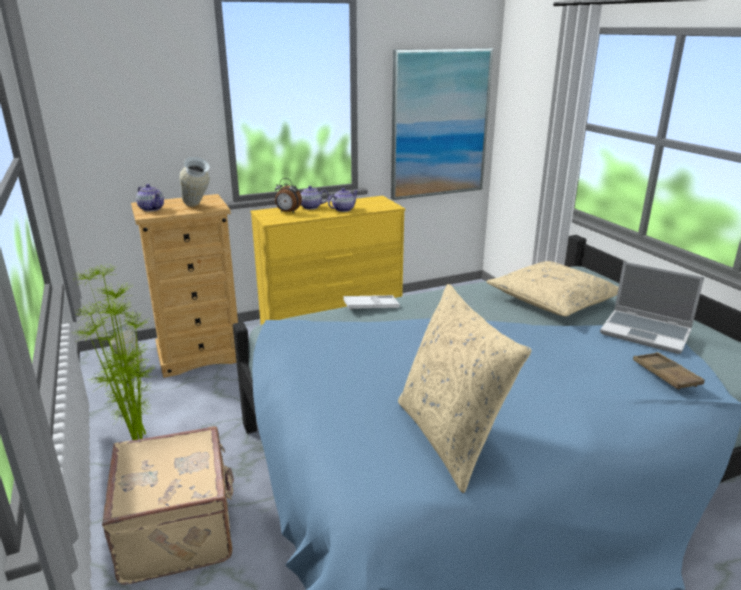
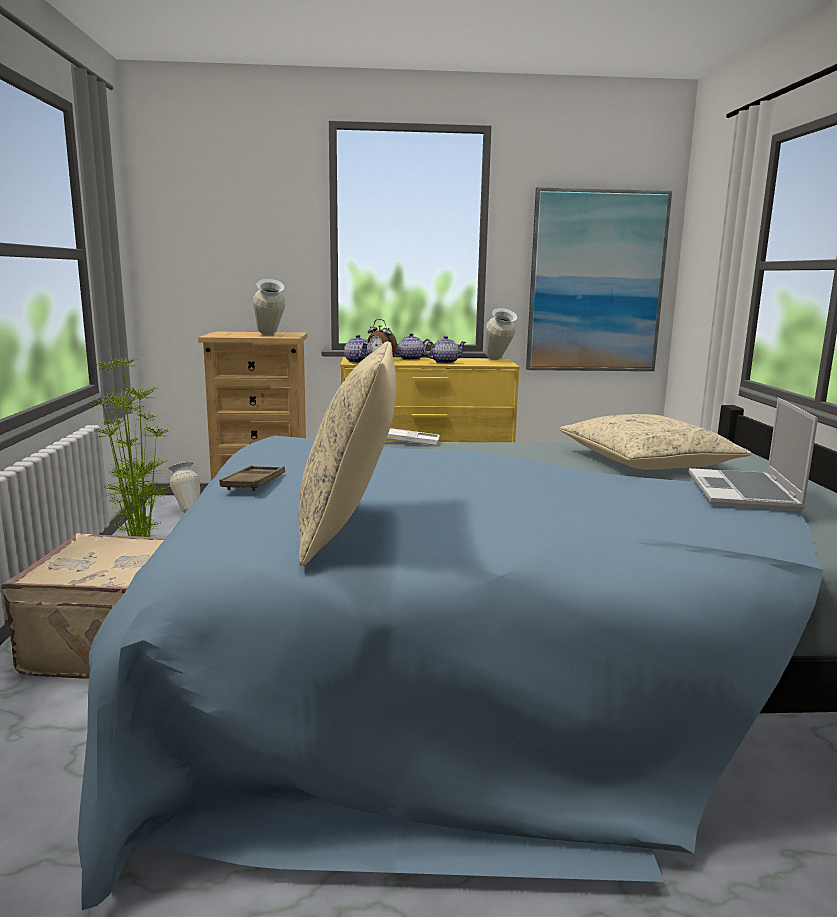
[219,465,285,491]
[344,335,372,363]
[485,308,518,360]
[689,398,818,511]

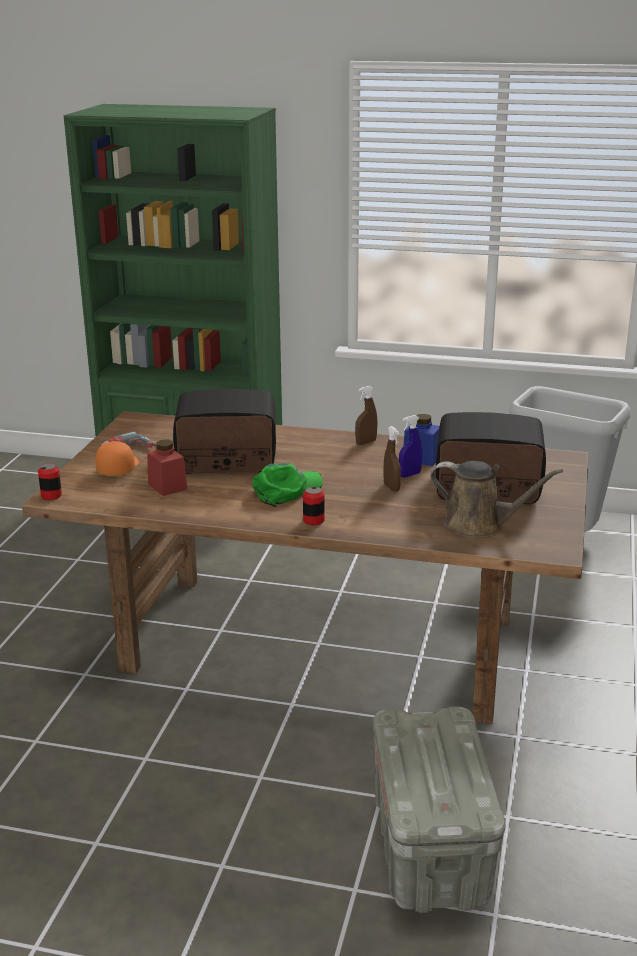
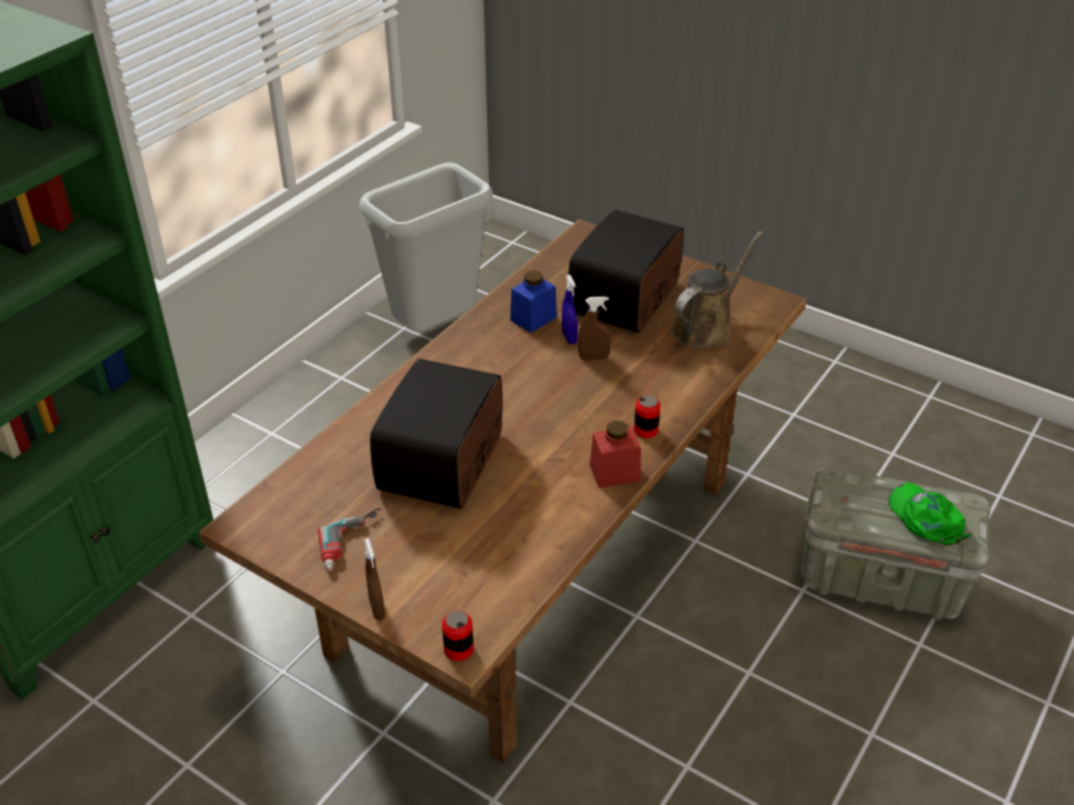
[364,538,385,620]
[590,420,641,488]
[888,482,971,545]
[96,441,139,476] (first image)

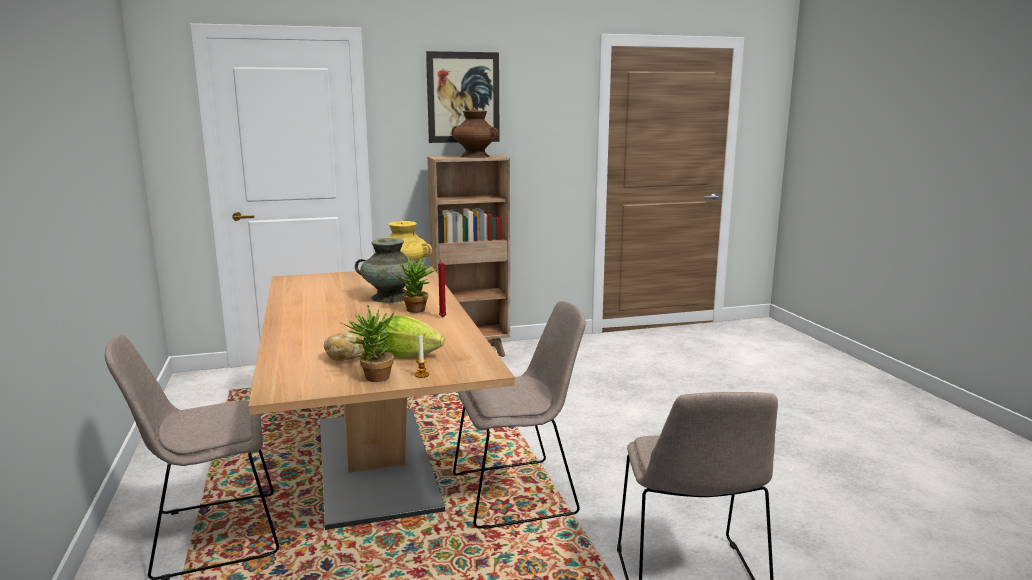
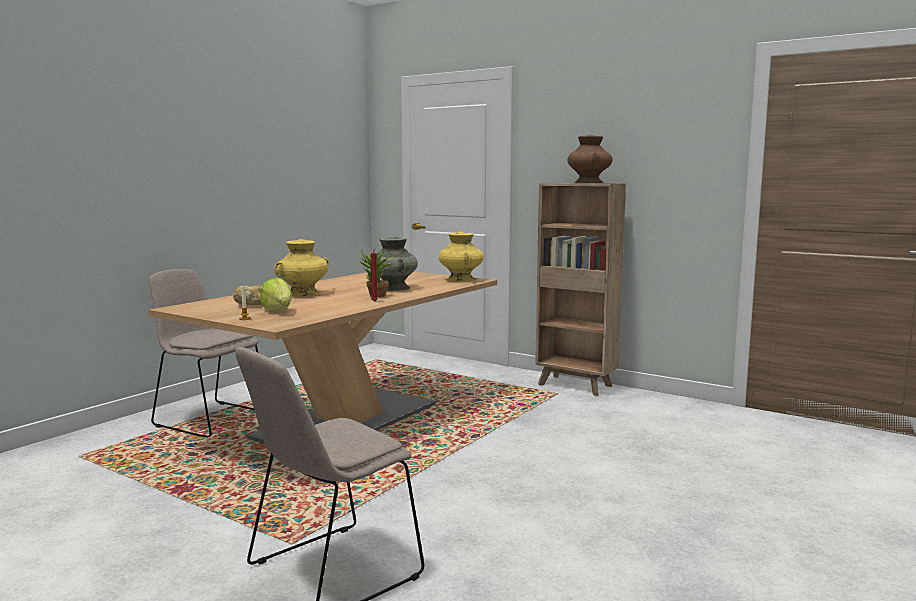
[274,239,329,297]
[340,305,394,382] (first image)
[426,51,500,143] (first image)
[453,301,586,529] (first image)

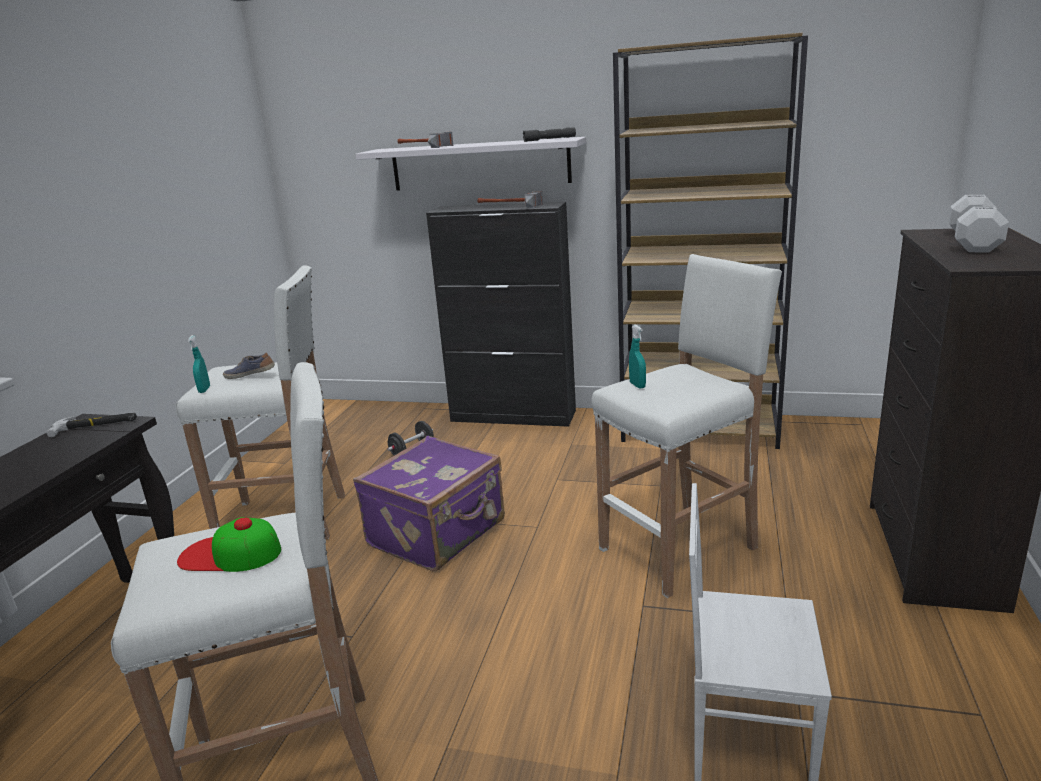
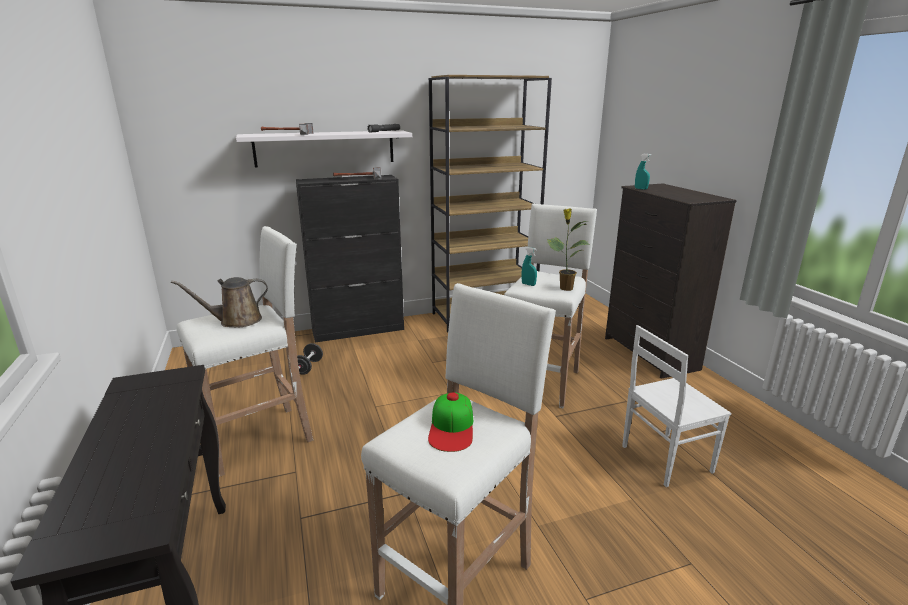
[171,277,268,327]
[428,392,473,452]
[547,208,590,291]
[635,154,651,190]
[46,412,137,437] (first image)
[353,436,505,571] (first image)
[948,194,1009,253] (first image)

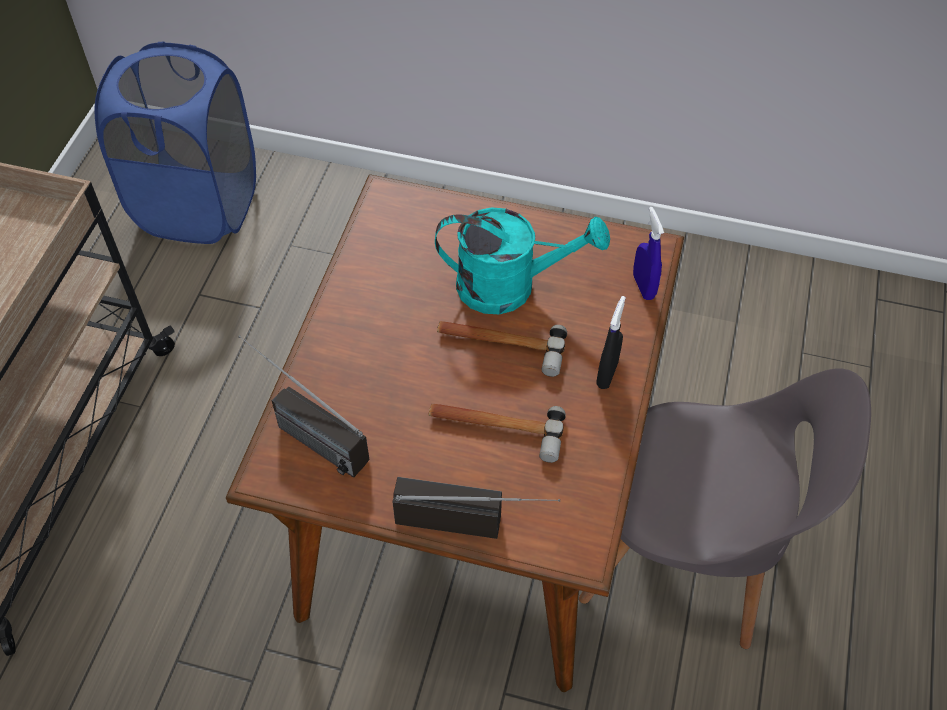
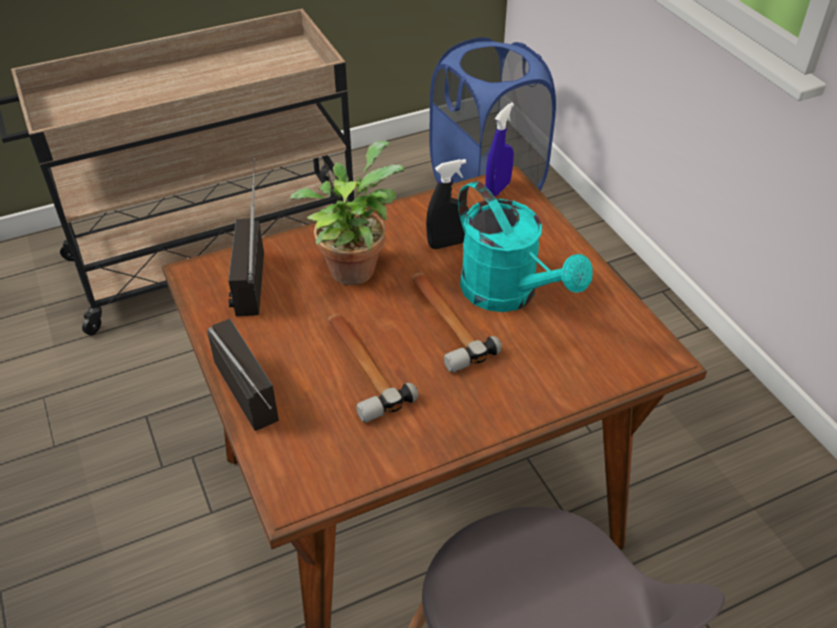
[290,141,404,285]
[426,159,469,249]
[485,102,514,196]

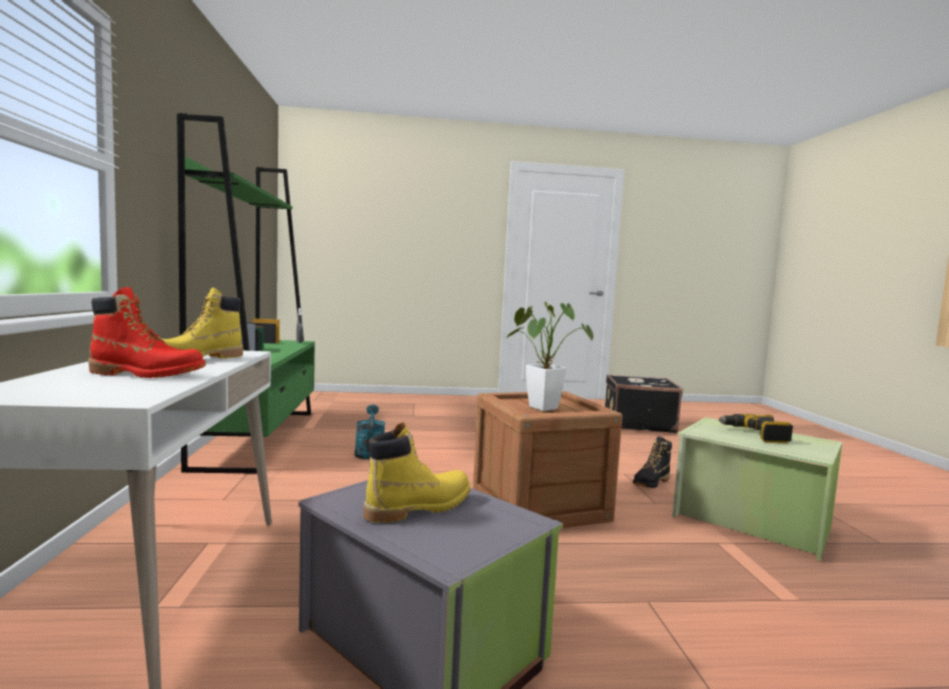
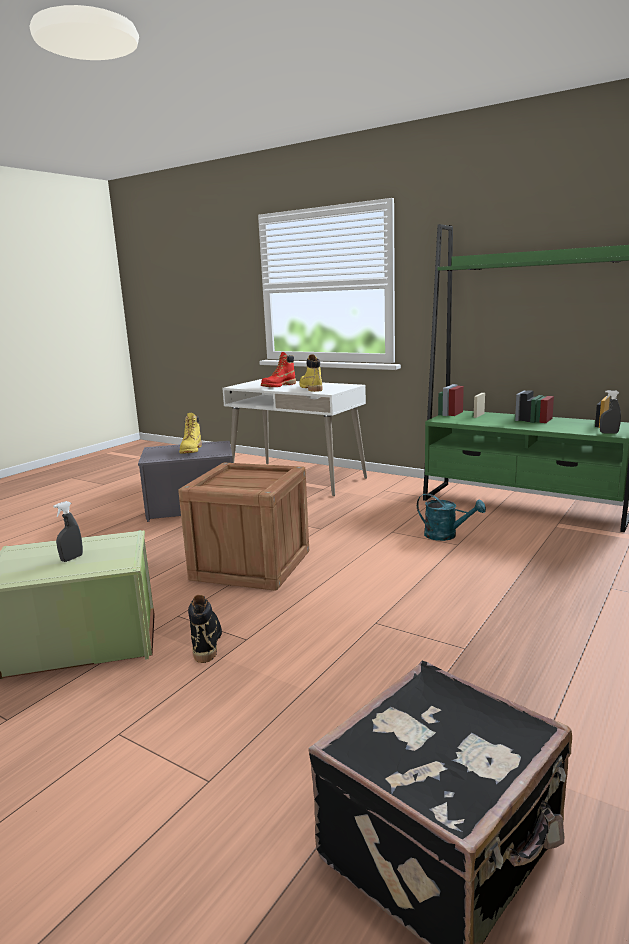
[53,501,83,562]
[507,302,594,411] (first image)

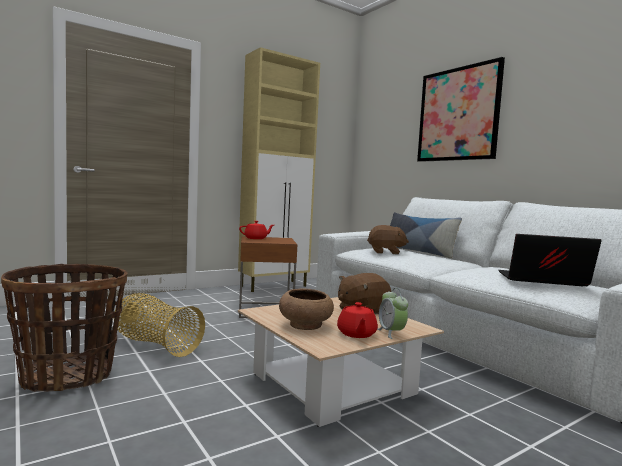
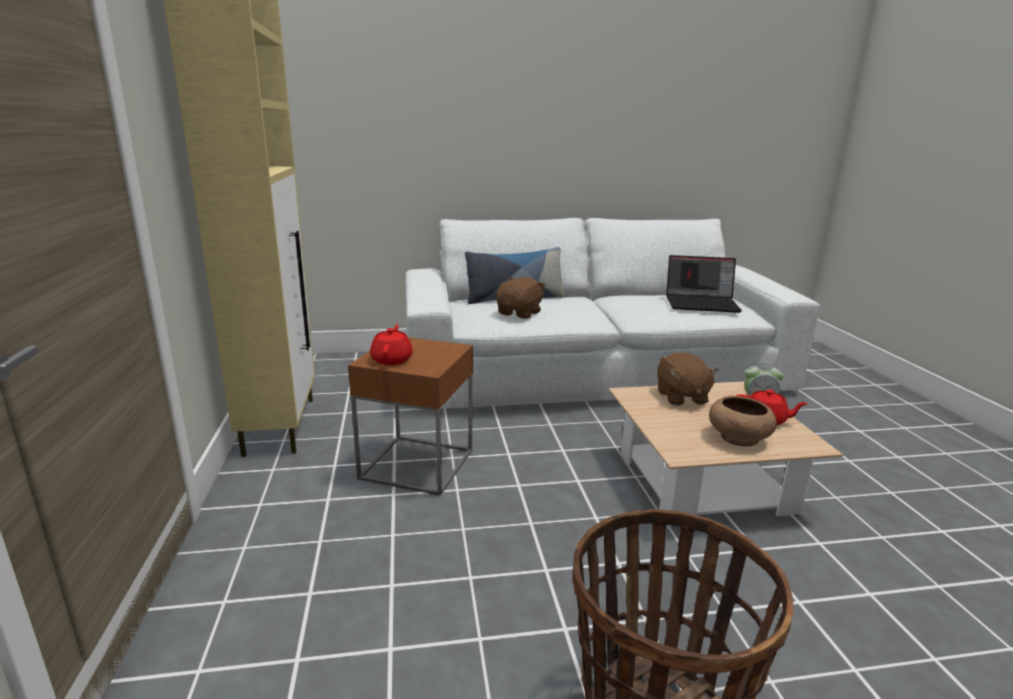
[666,255,742,313]
[114,293,205,357] (first image)
[417,57,505,162] (first image)

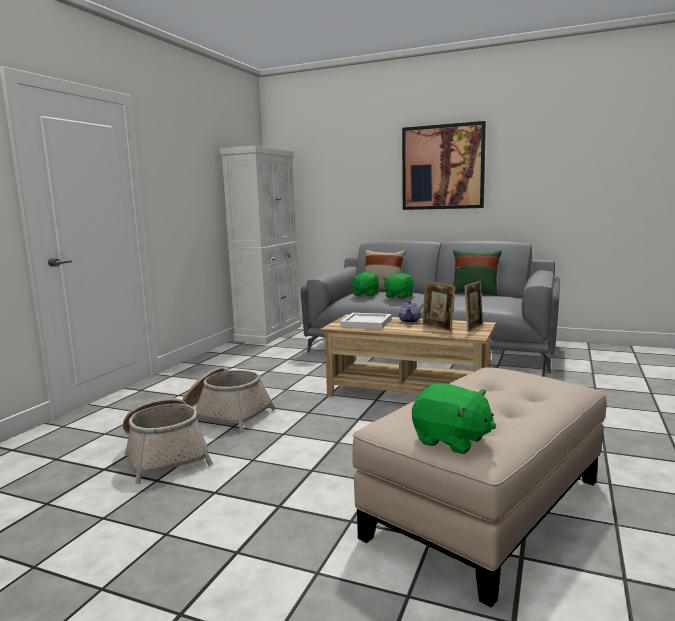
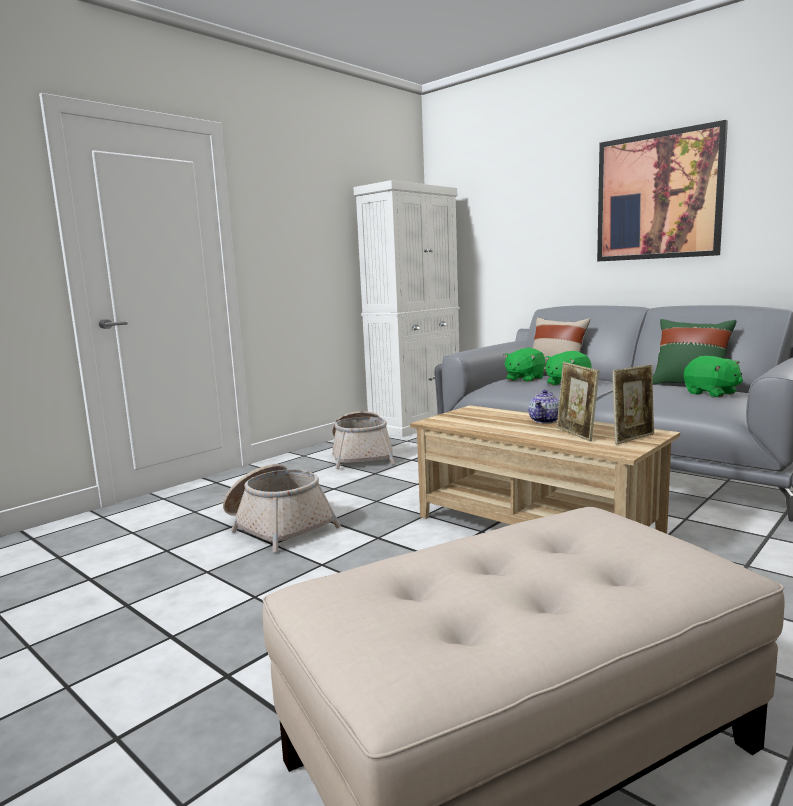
[332,411,395,470]
[684,356,743,397]
[340,313,392,329] (first image)

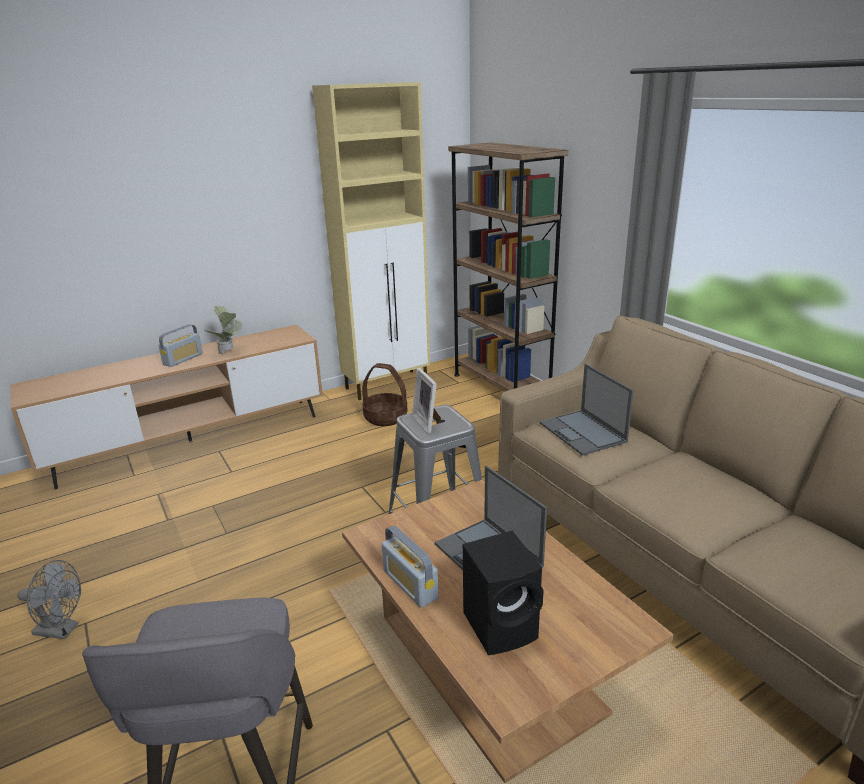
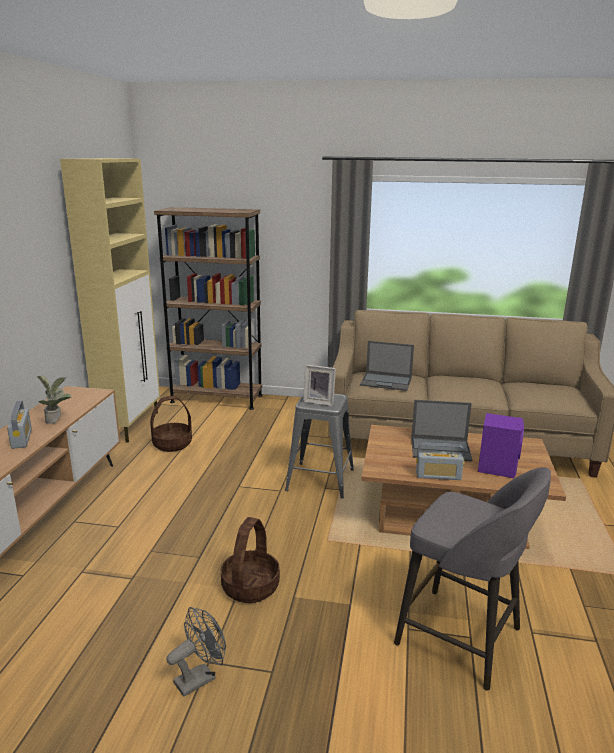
[221,517,280,603]
[478,413,524,478]

